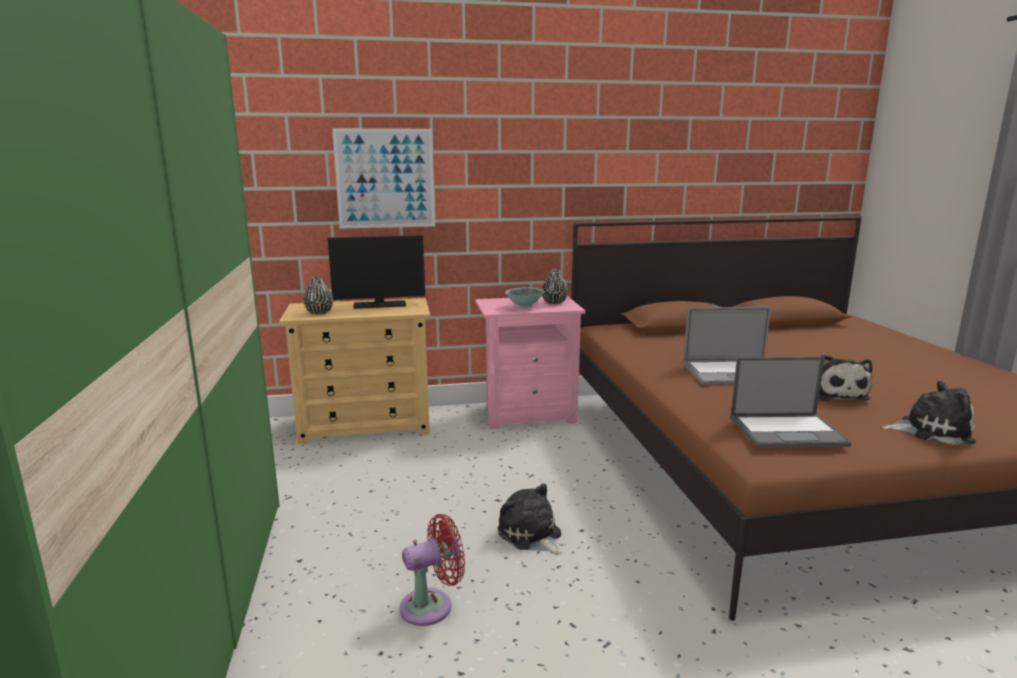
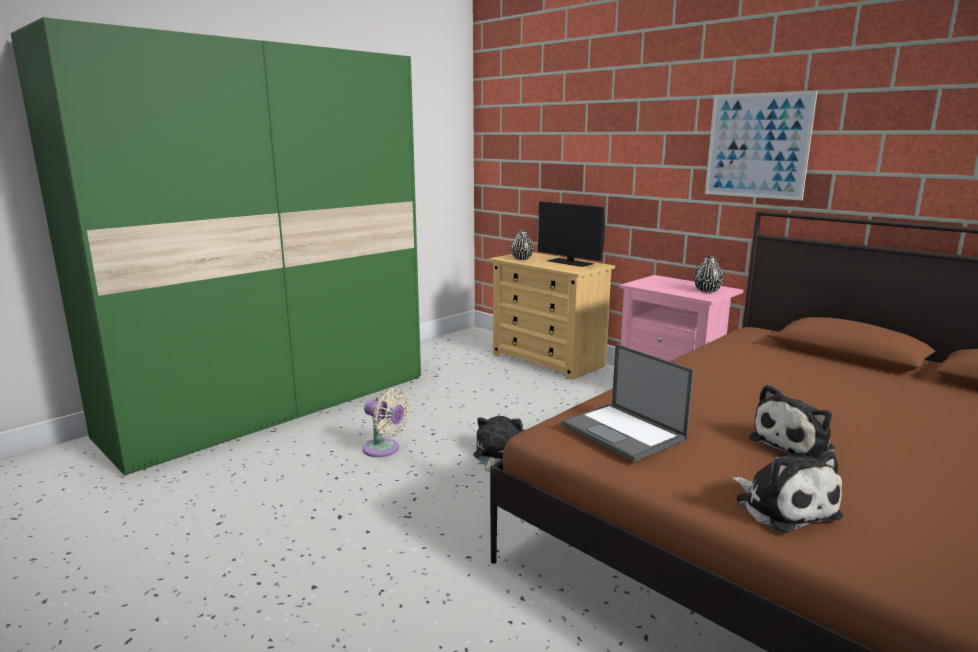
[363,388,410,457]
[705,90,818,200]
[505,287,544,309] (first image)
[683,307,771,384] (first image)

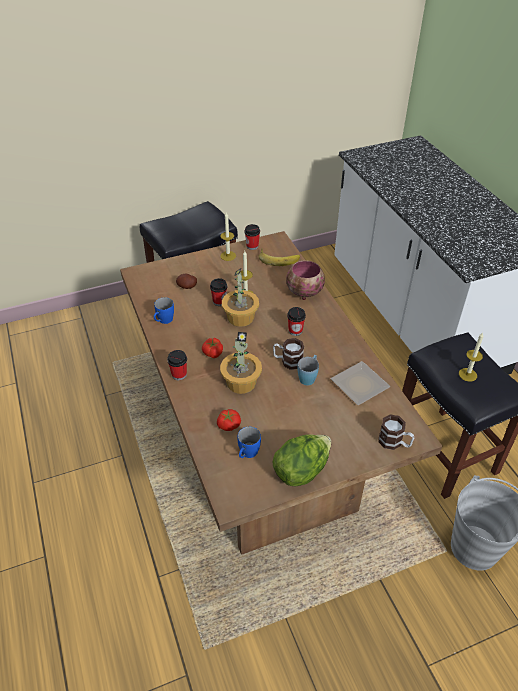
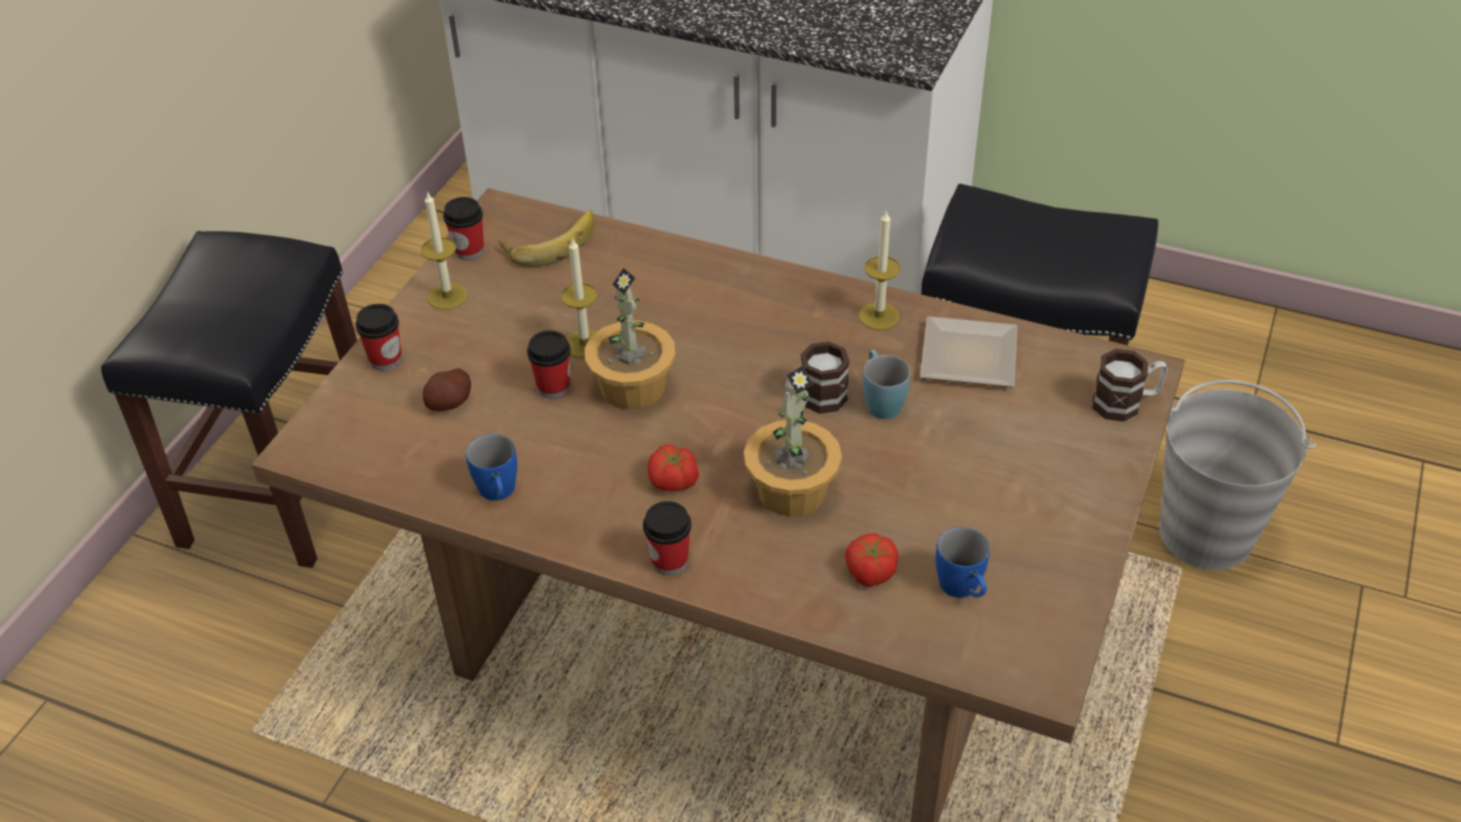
[356,304,402,371]
[859,210,900,330]
[272,434,331,486] (first image)
[286,260,325,300] (first image)

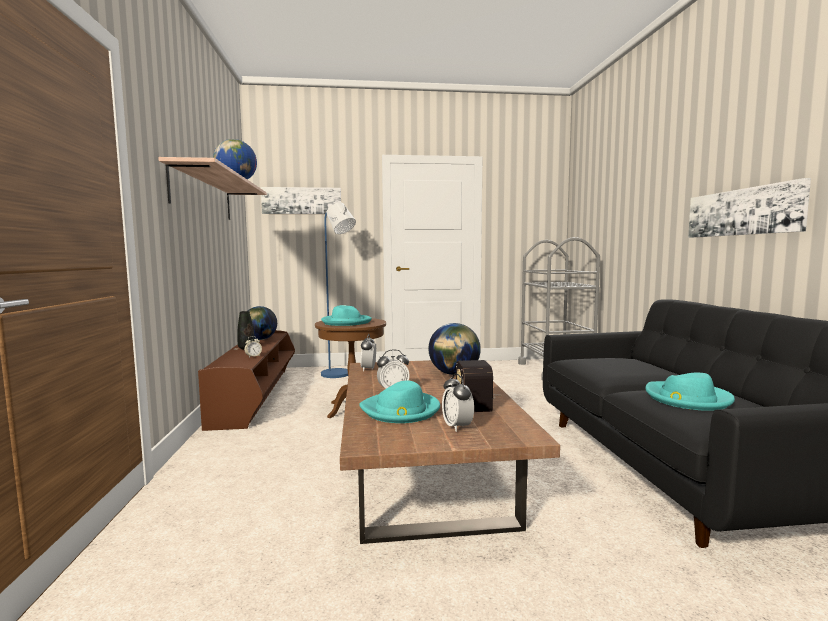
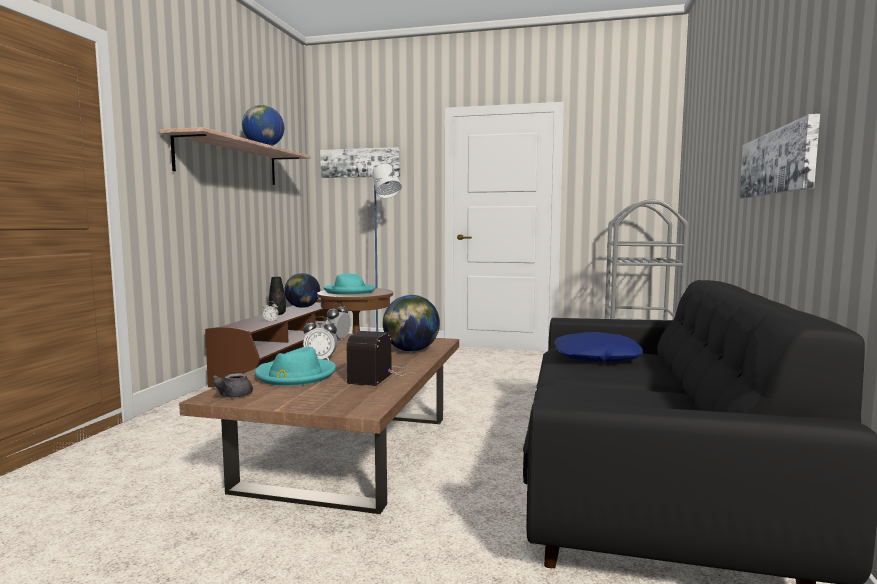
[212,373,253,398]
[554,332,643,362]
[442,373,474,432] (first image)
[645,373,735,411] (first image)

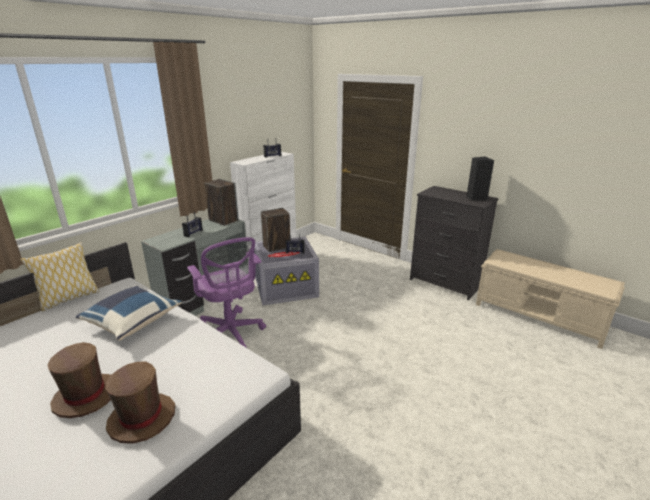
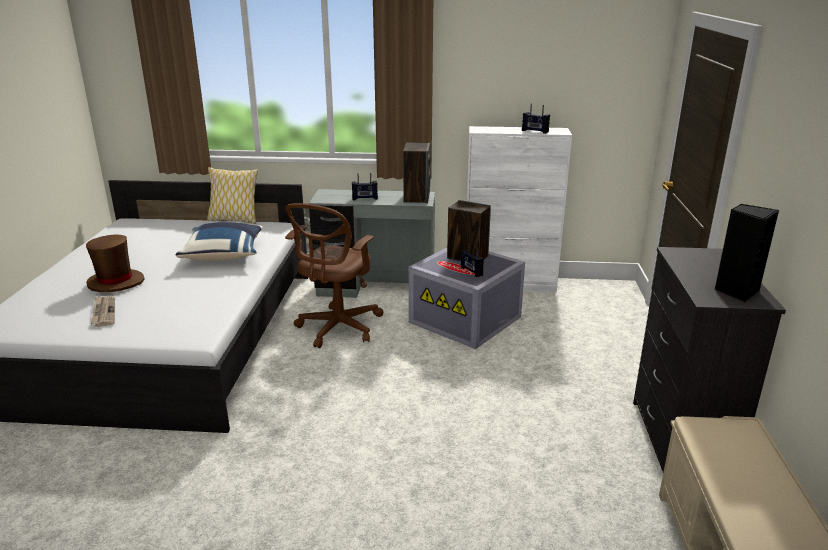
[91,296,115,327]
[285,203,383,348]

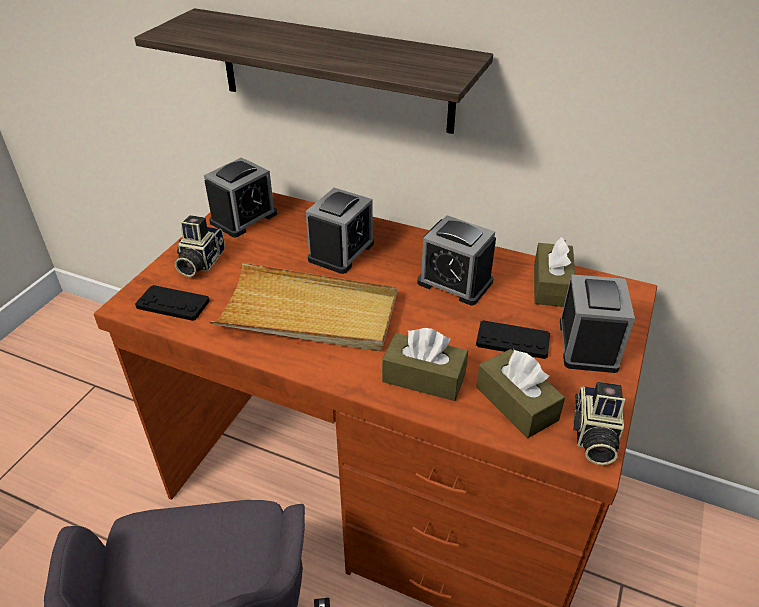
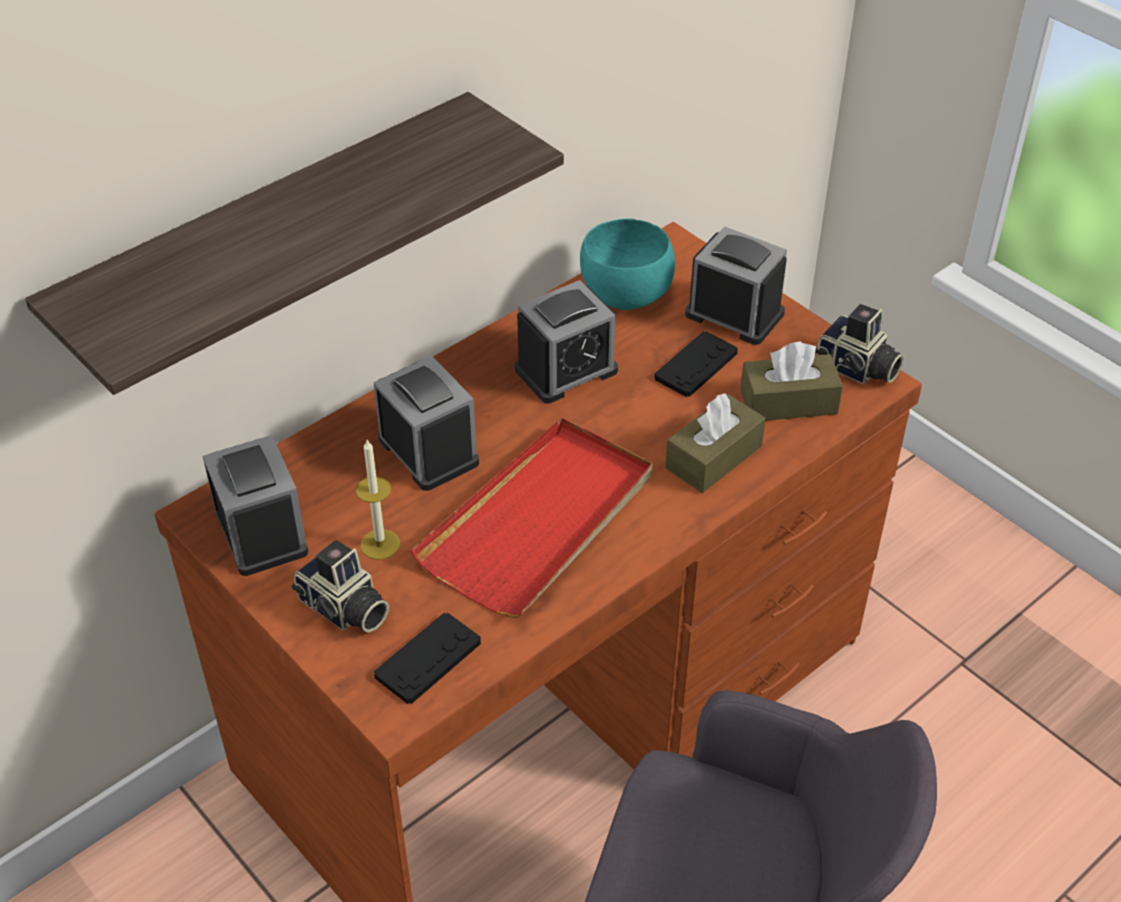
[356,440,400,560]
[410,418,653,618]
[580,219,675,310]

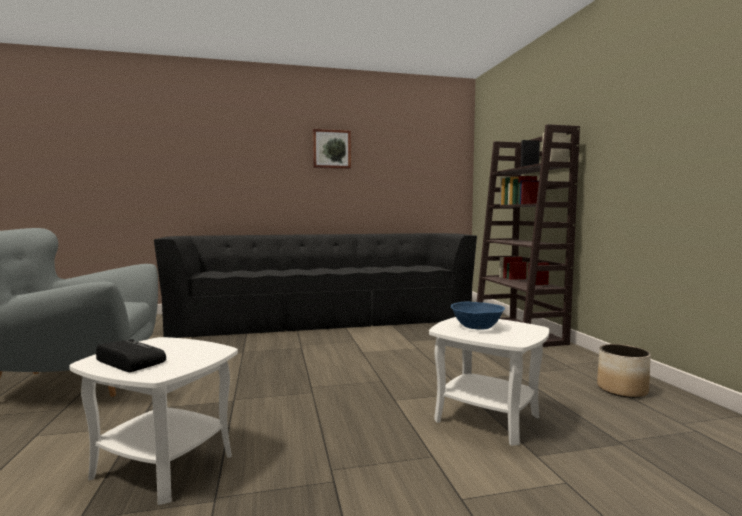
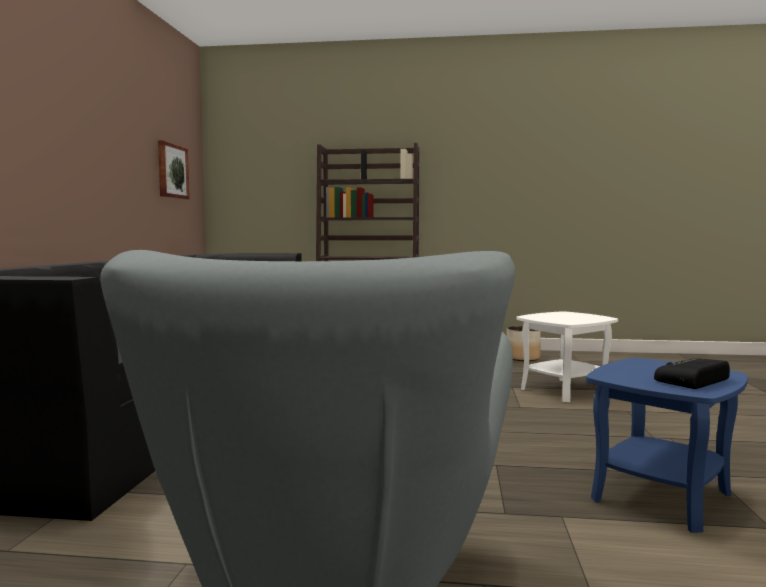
[158,141,190,199]
[586,358,748,533]
[451,302,505,329] (first image)

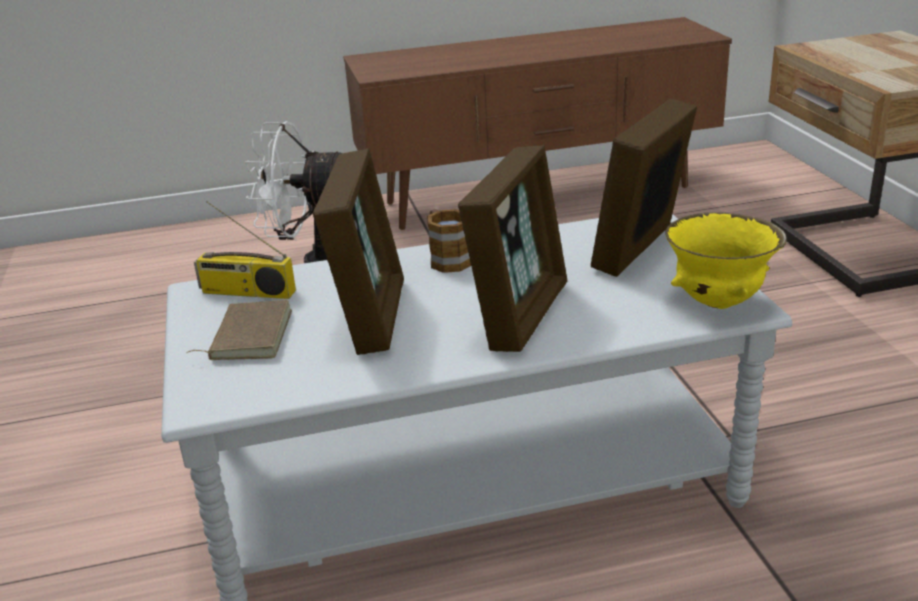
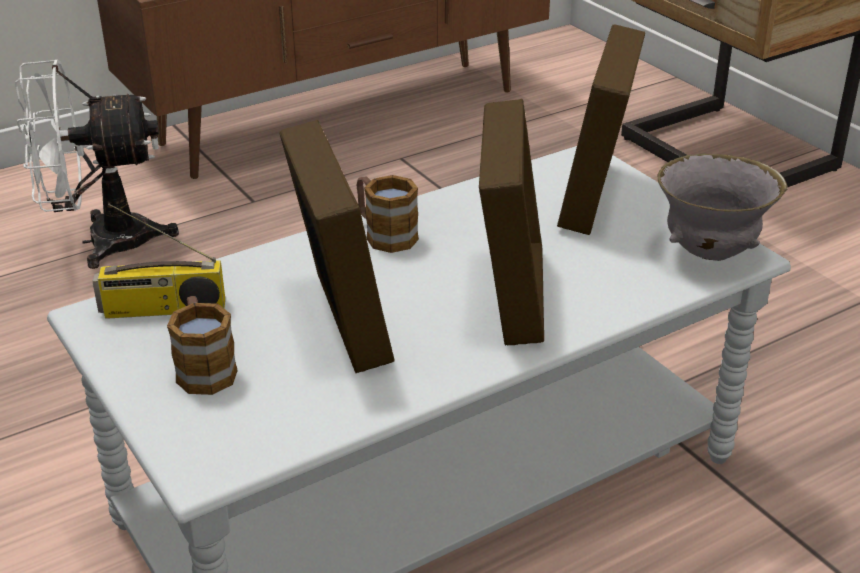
[167,296,238,395]
[658,154,788,261]

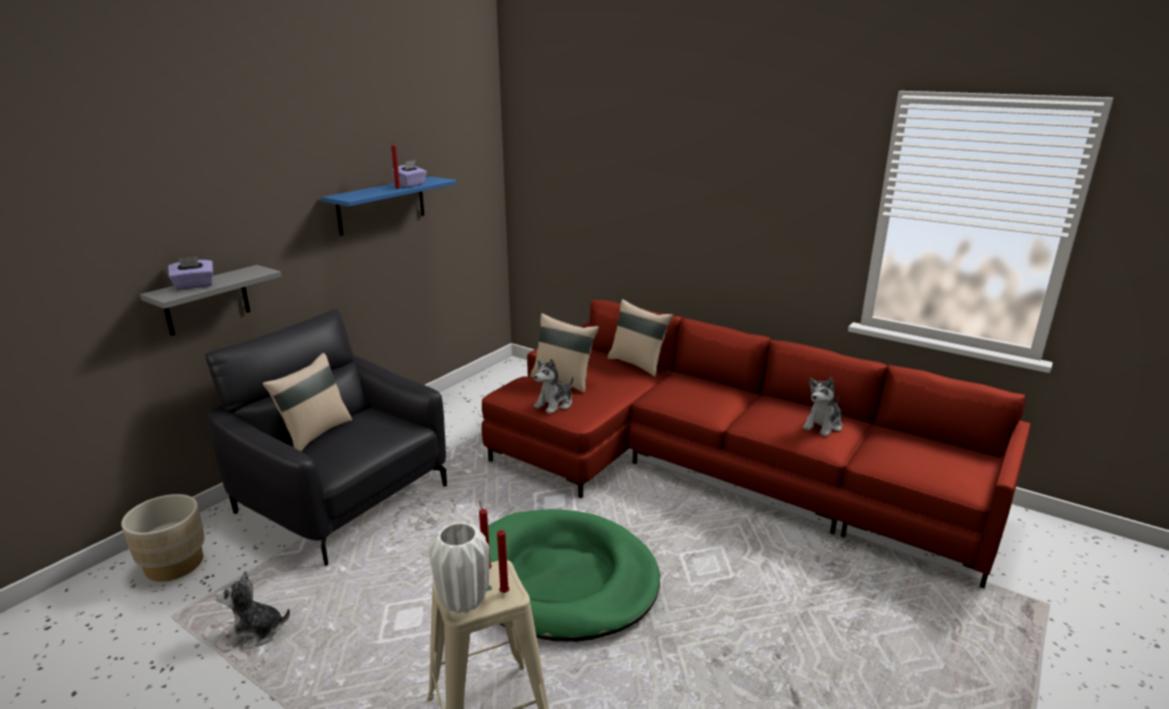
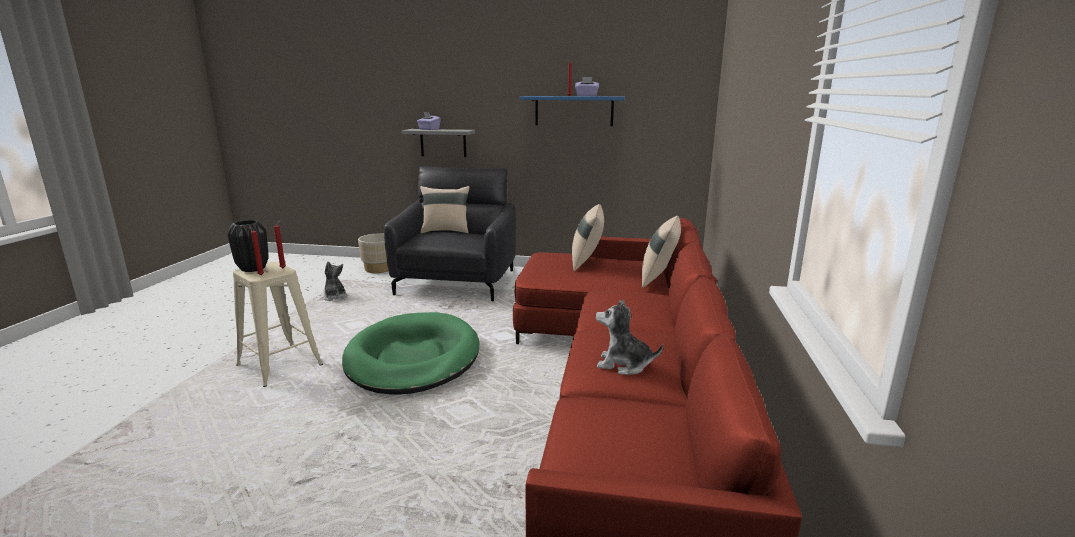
[227,220,269,272]
[534,358,573,414] (first image)

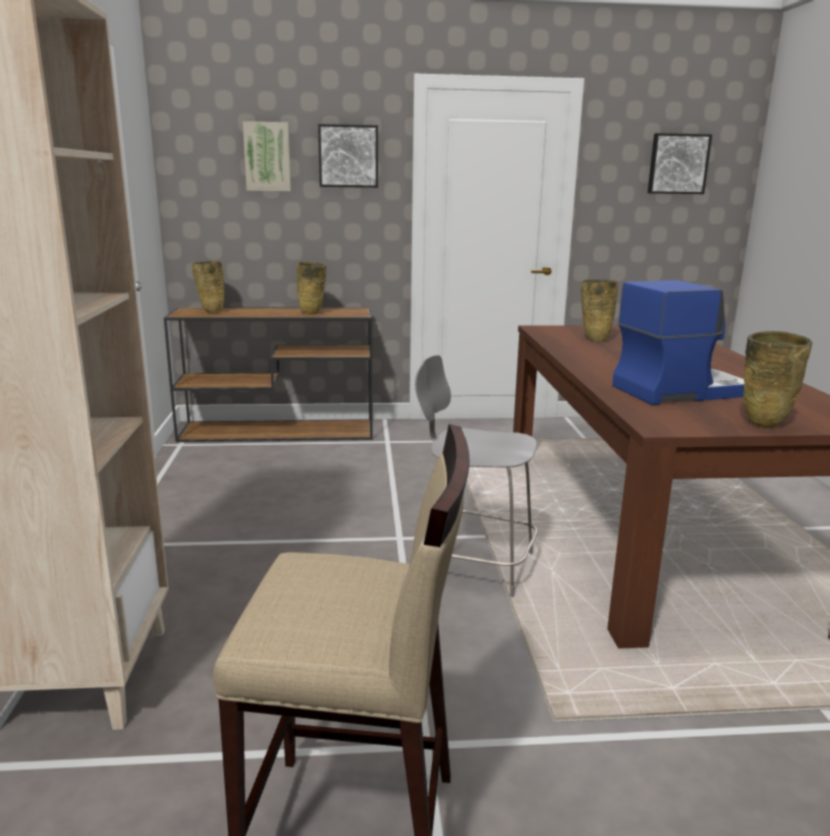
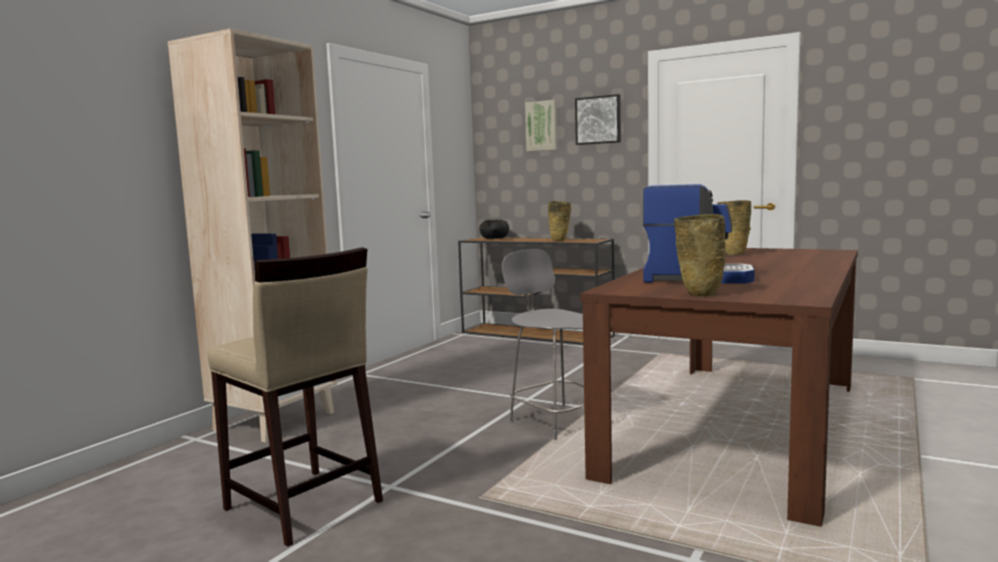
[479,219,509,239]
[648,133,712,194] (first image)

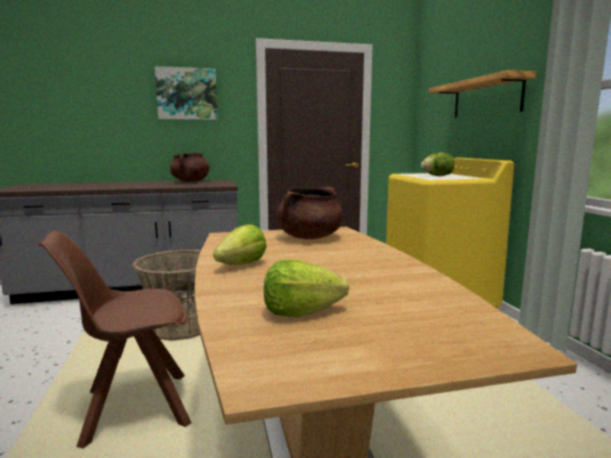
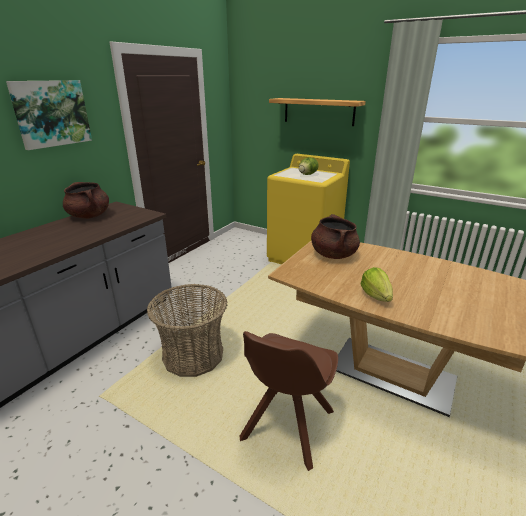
[264,259,349,317] (first image)

